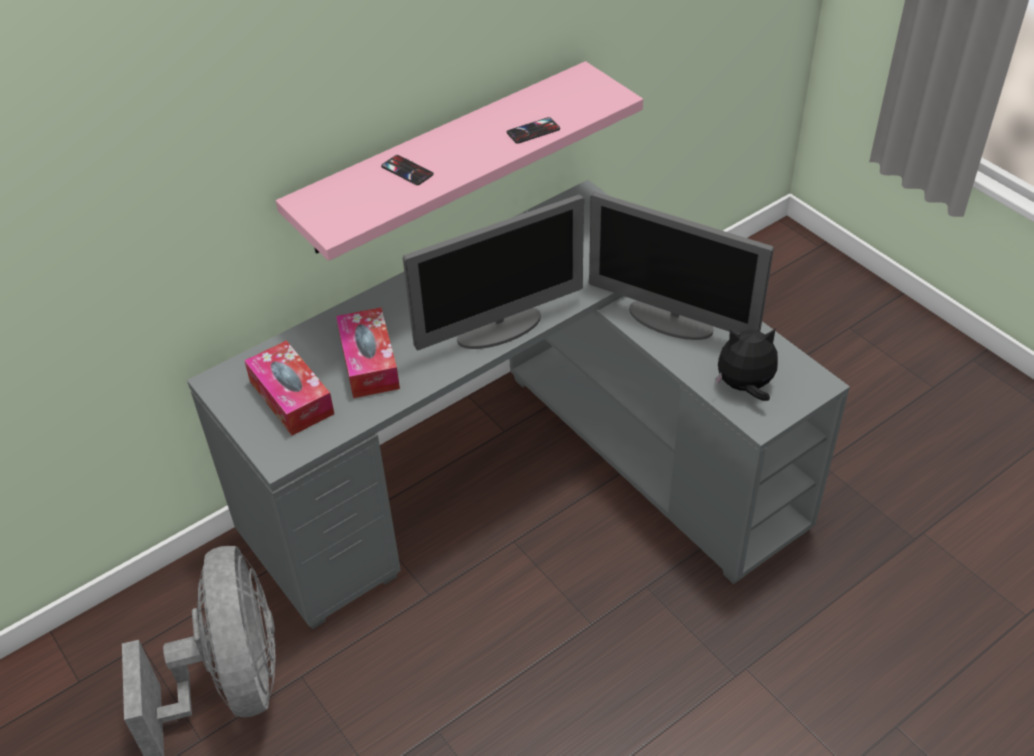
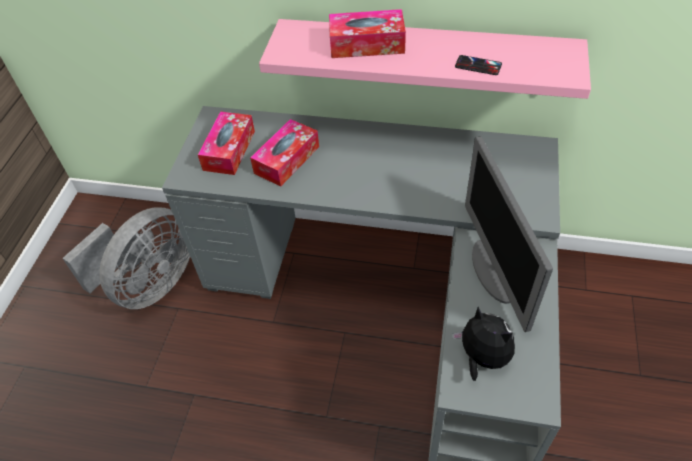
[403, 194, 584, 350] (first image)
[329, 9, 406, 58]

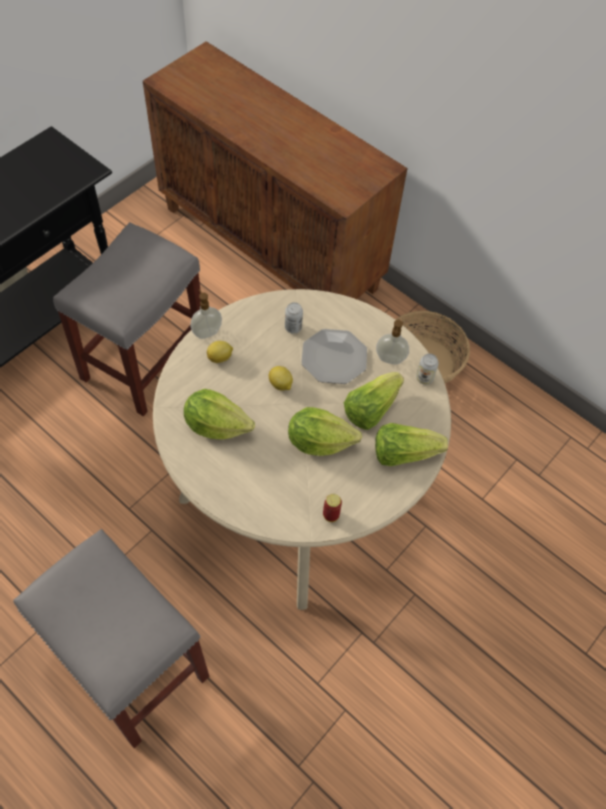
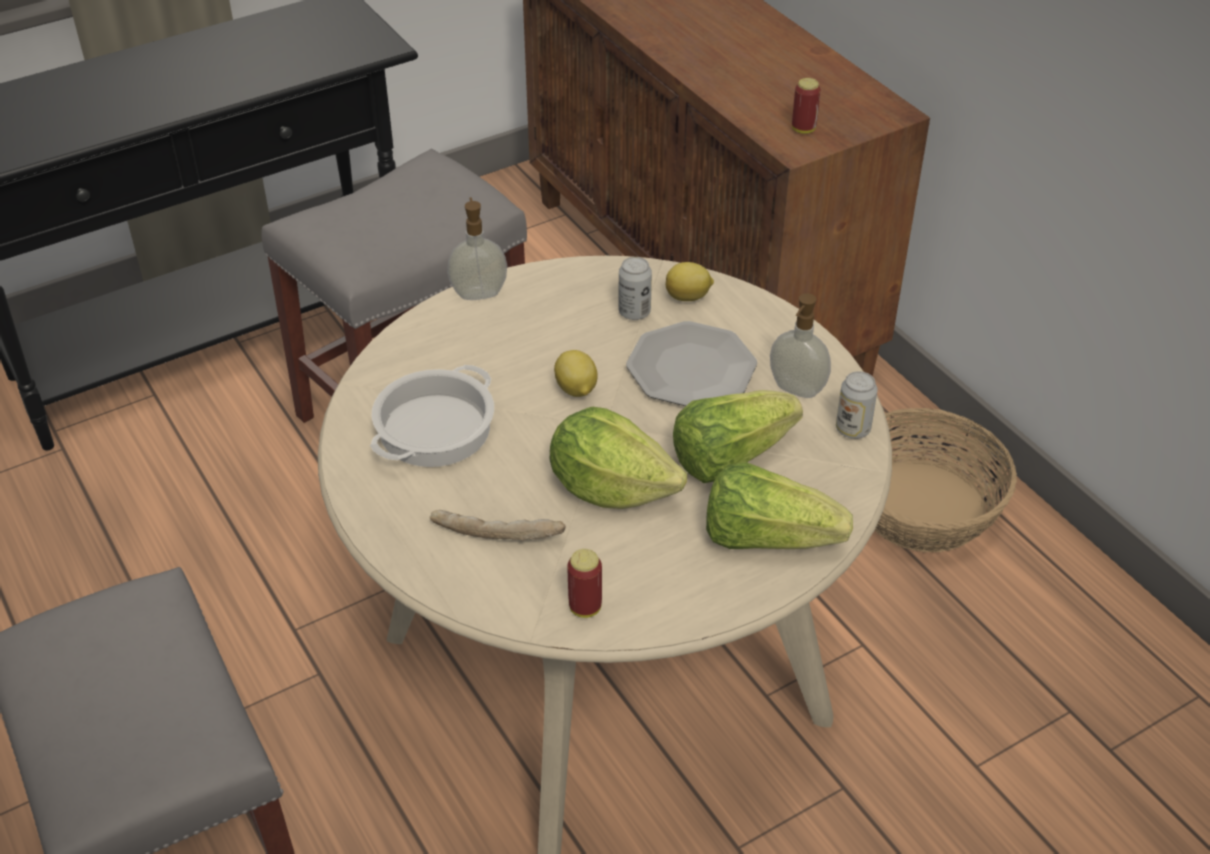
[430, 510, 565, 541]
[792, 78, 821, 134]
[666, 262, 714, 301]
[370, 365, 494, 467]

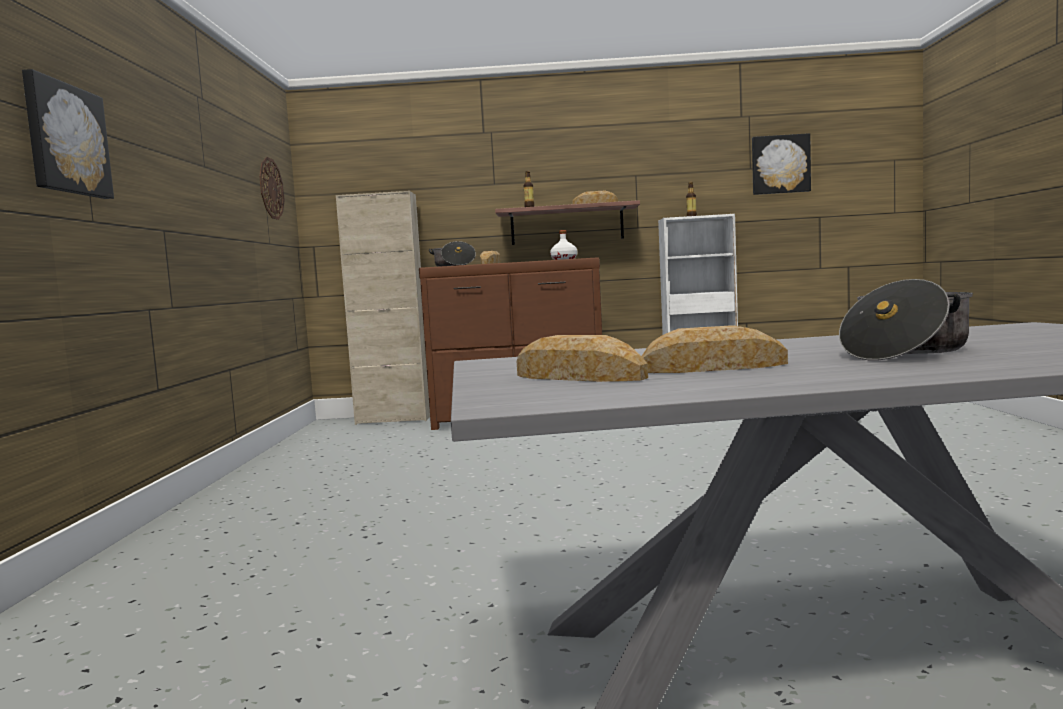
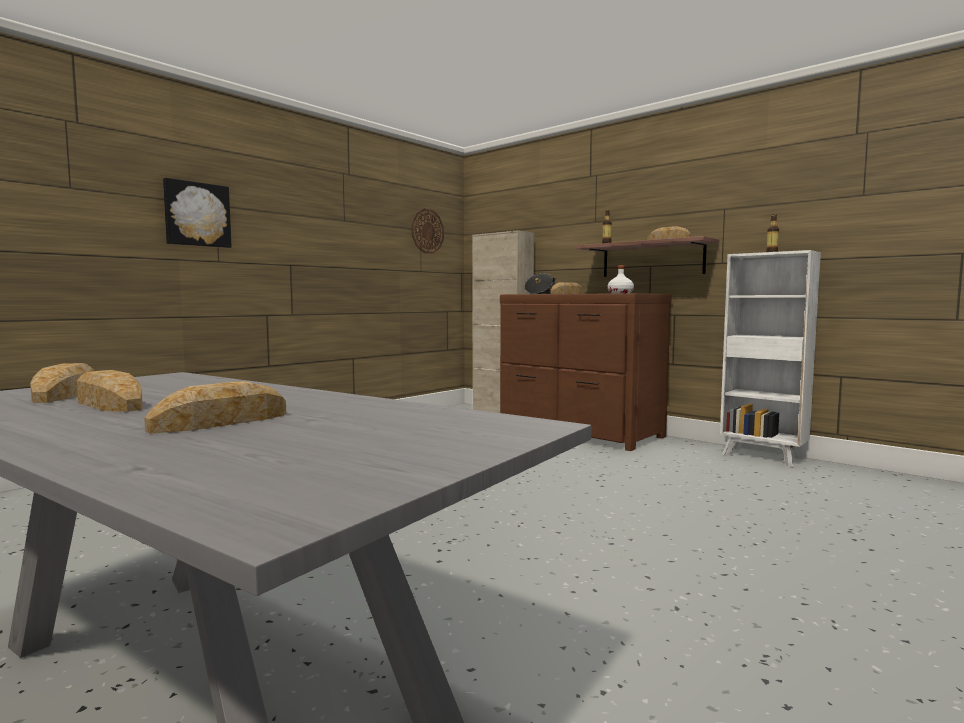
[752, 133, 811, 195] (first image)
[144, 381, 286, 434]

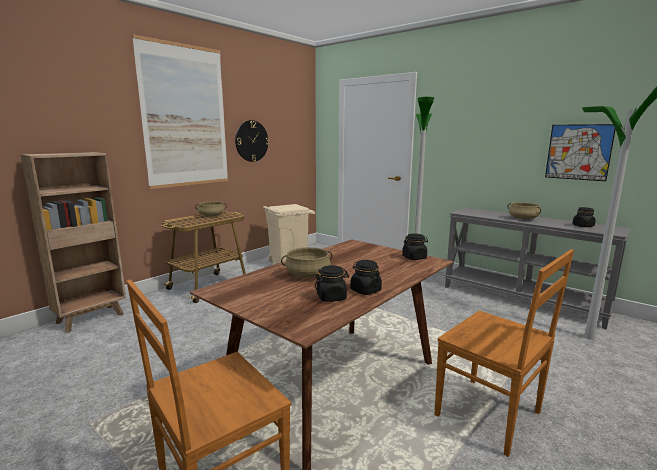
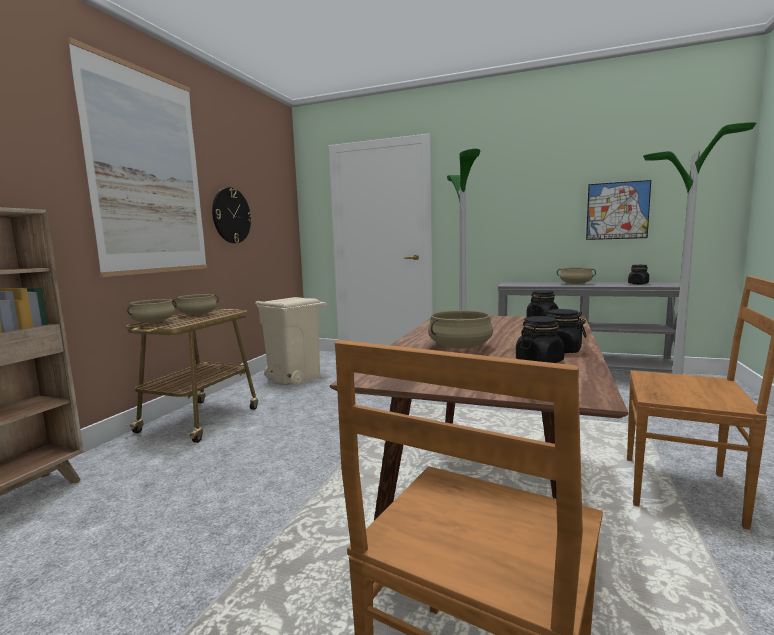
[127, 299, 176, 323]

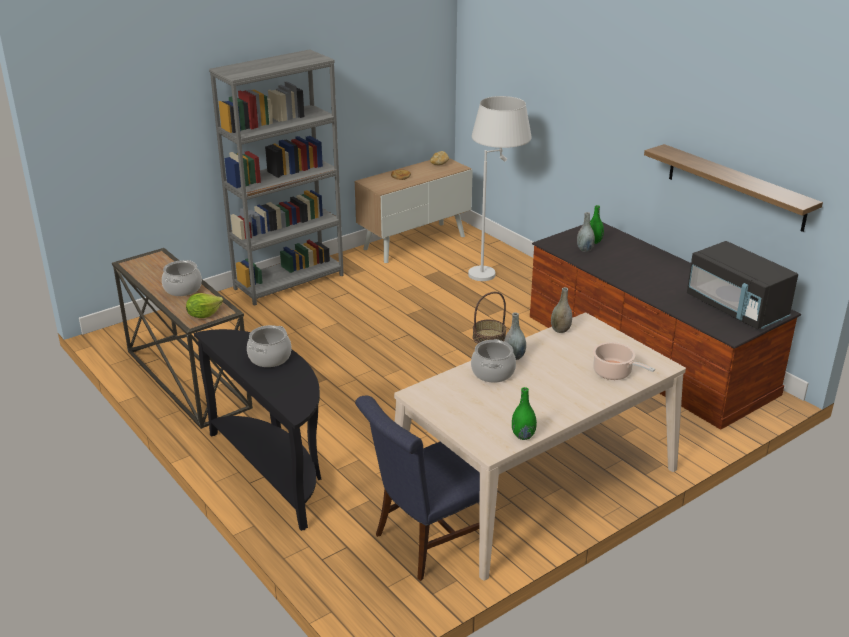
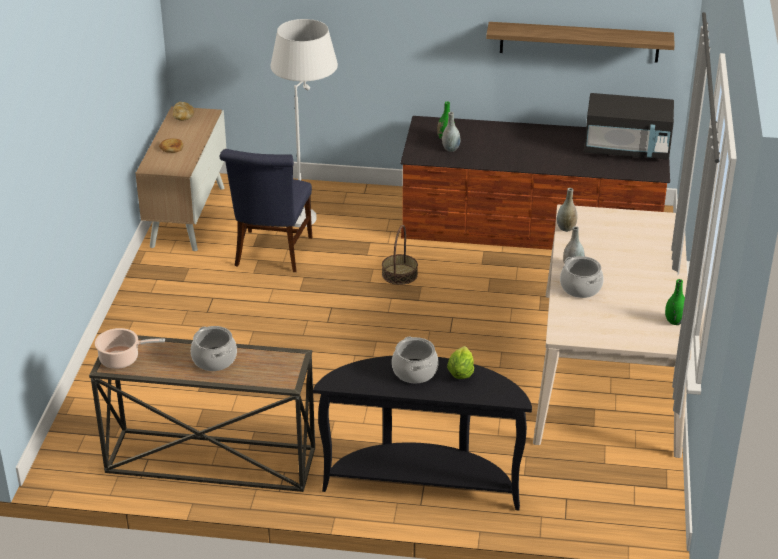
[209, 50, 344, 306] (first image)
[447, 346, 474, 379]
[220, 149, 312, 272]
[95, 328, 165, 369]

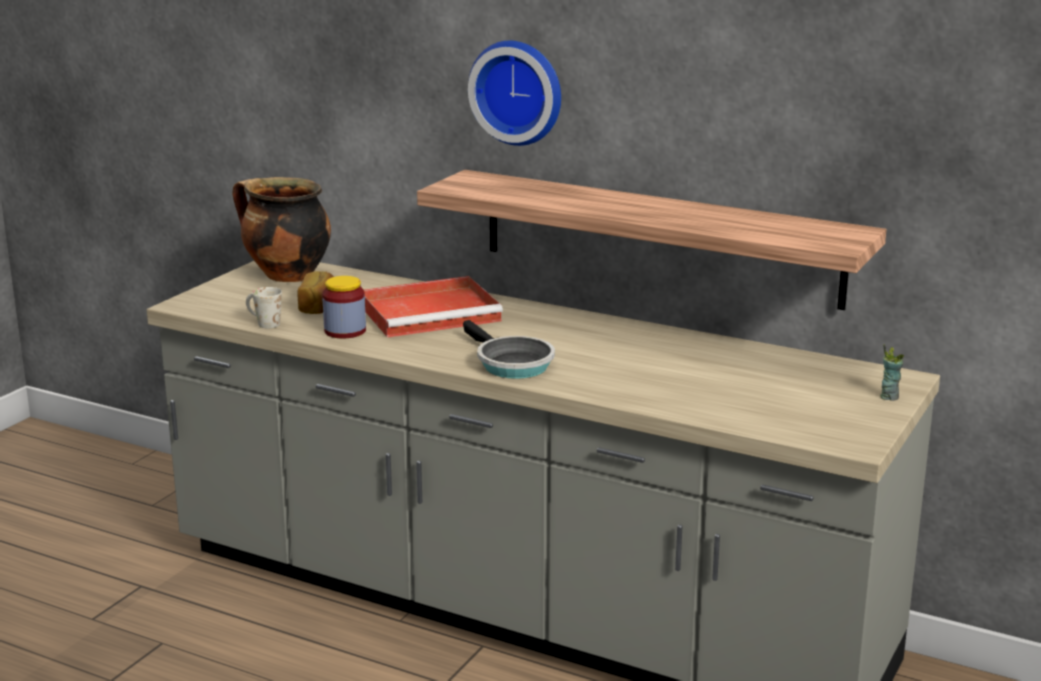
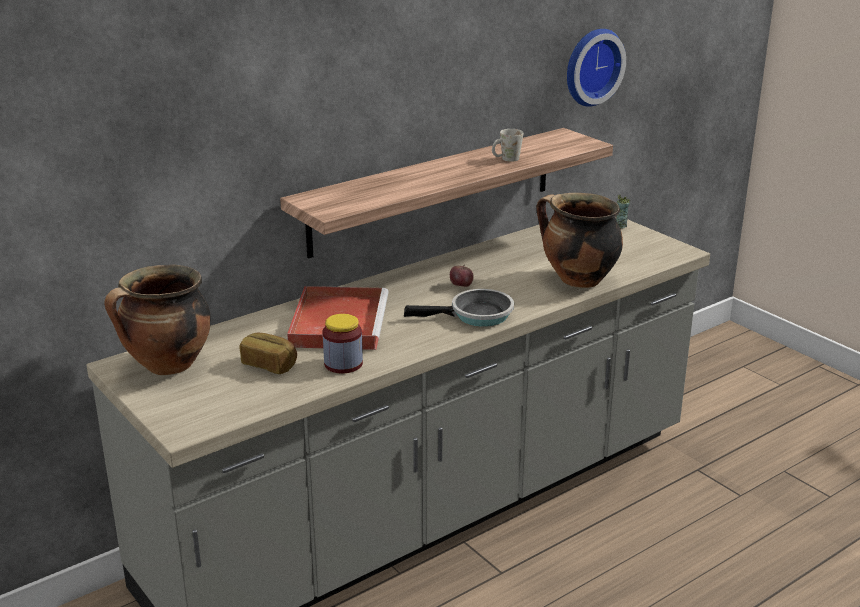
[450, 264, 474, 287]
[537, 193, 623, 288]
[492, 129, 523, 162]
[567, 29, 626, 107]

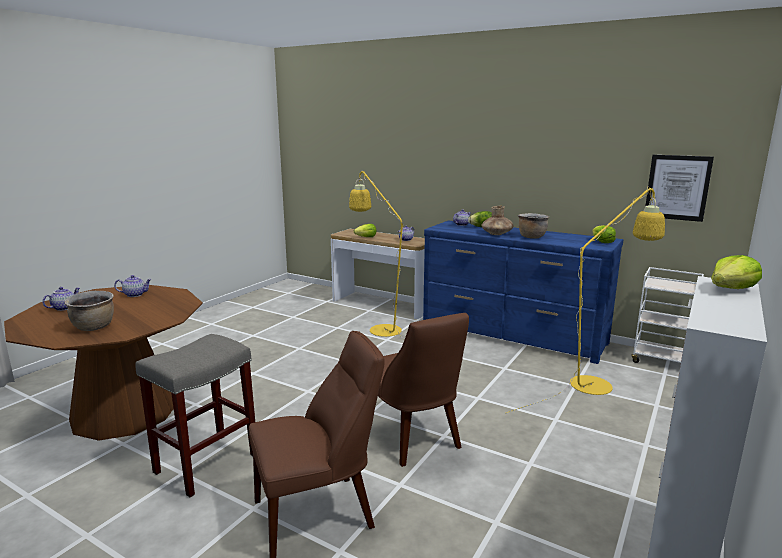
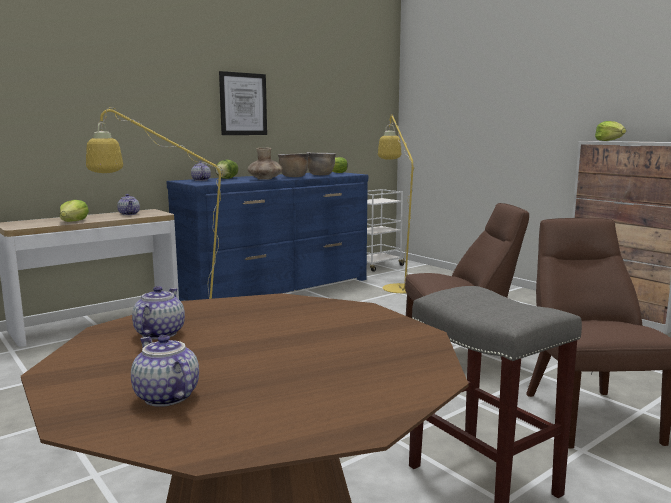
[306, 152, 336, 175]
[219, 71, 267, 135]

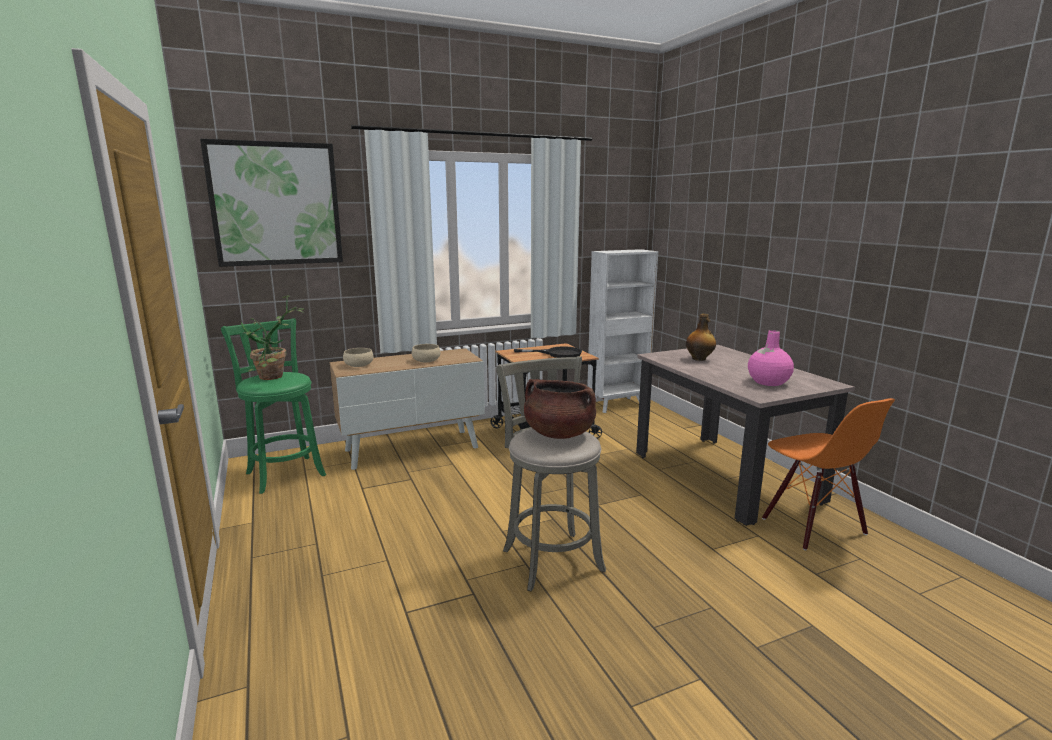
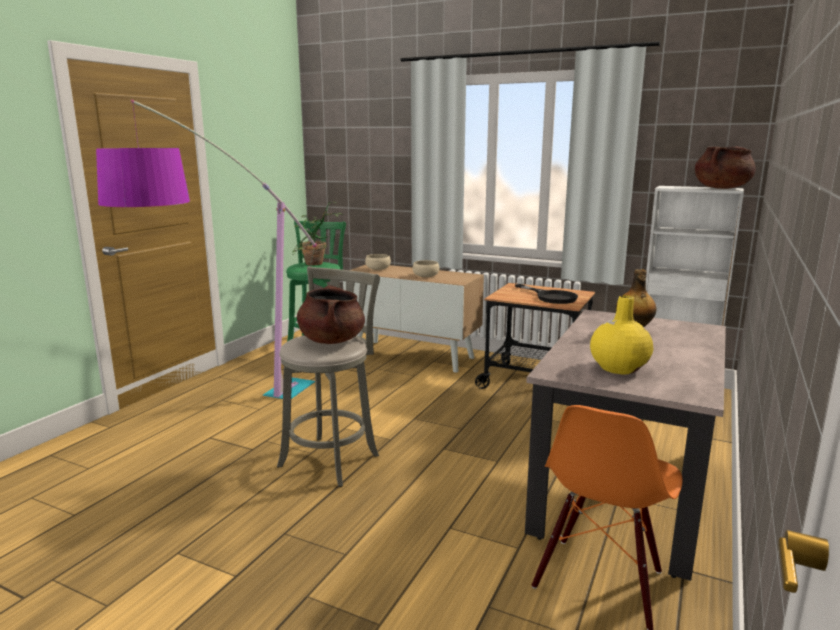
[200, 139, 343, 267] (first image)
[96, 100, 317, 399]
[695, 146, 756, 189]
[590, 295, 653, 375]

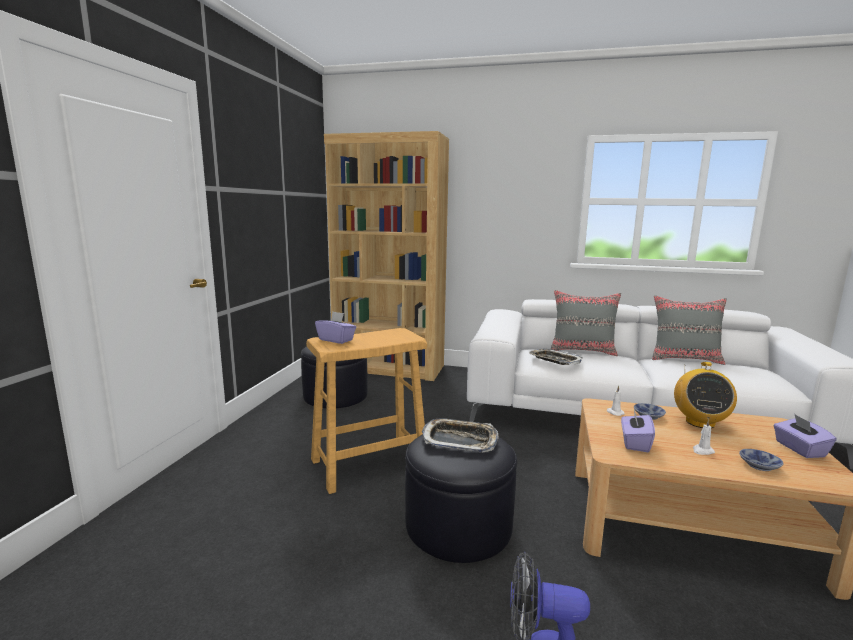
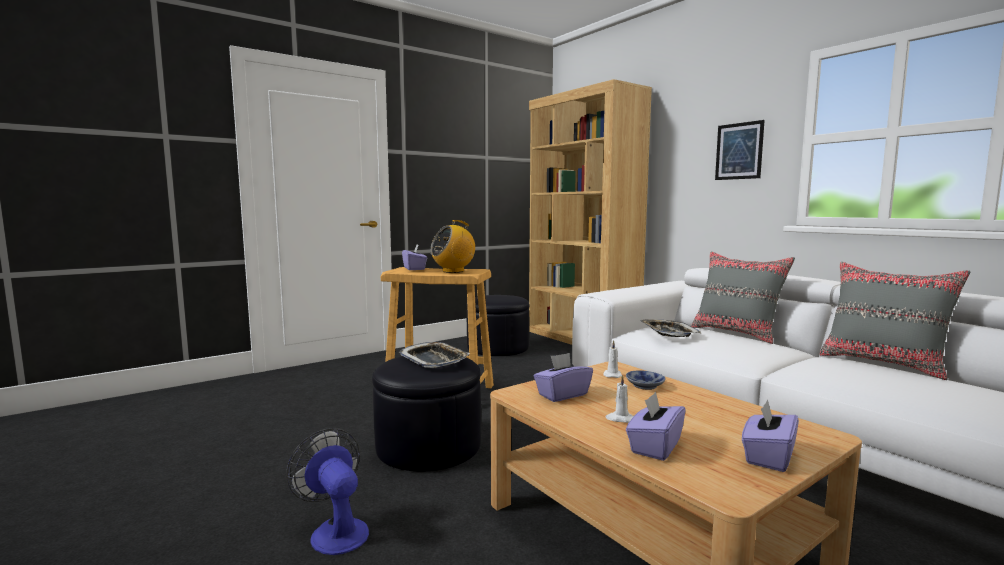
[715, 120, 765, 180]
[430, 220, 475, 273]
[626, 392, 686, 461]

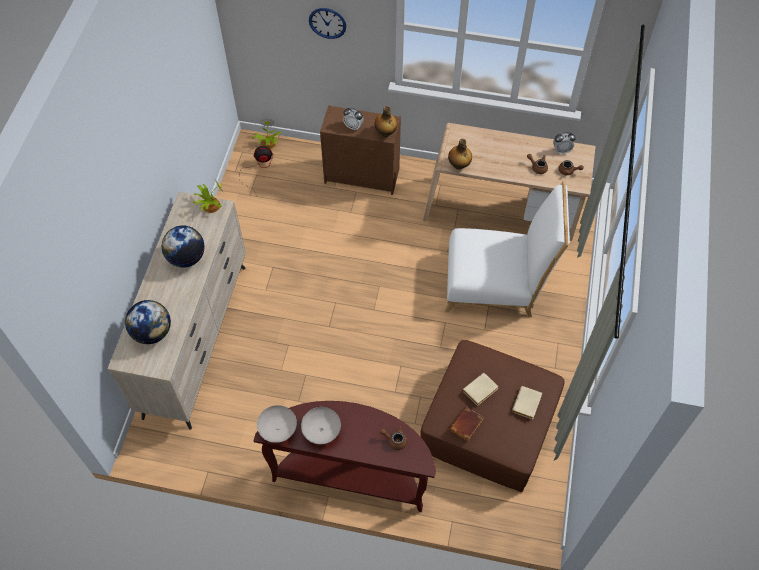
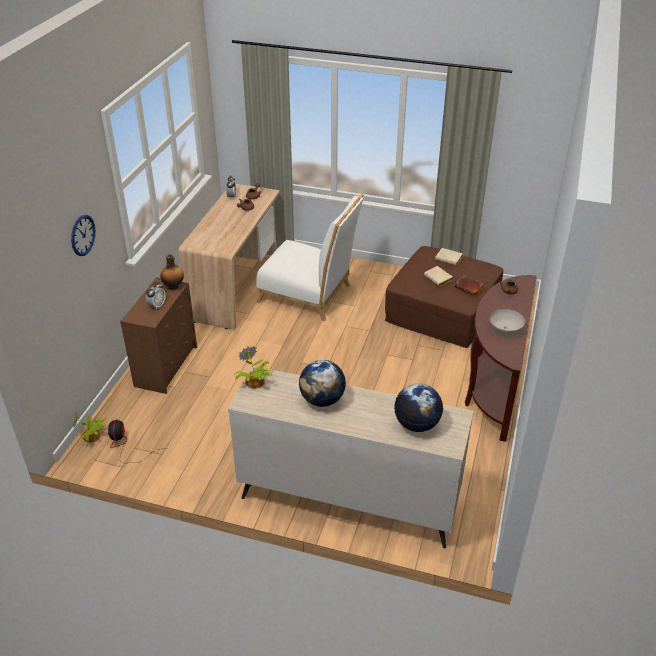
[257, 405, 297, 443] (first image)
[448, 139, 472, 170] (first image)
[256, 194, 363, 321]

